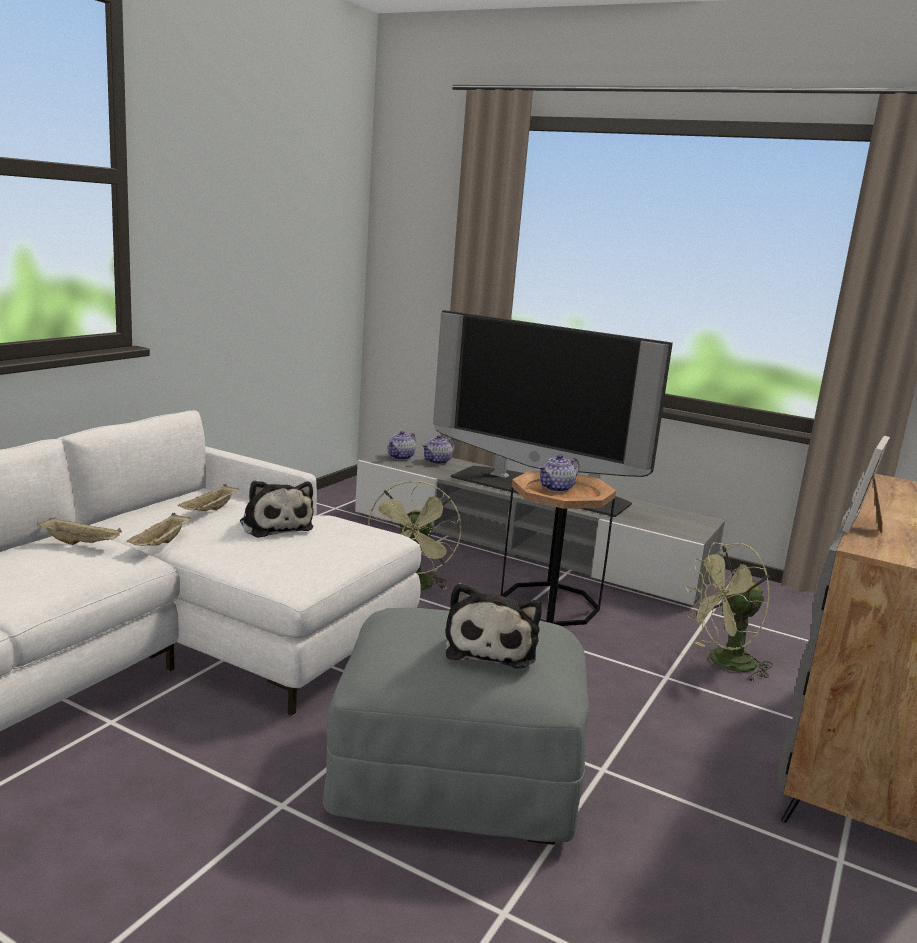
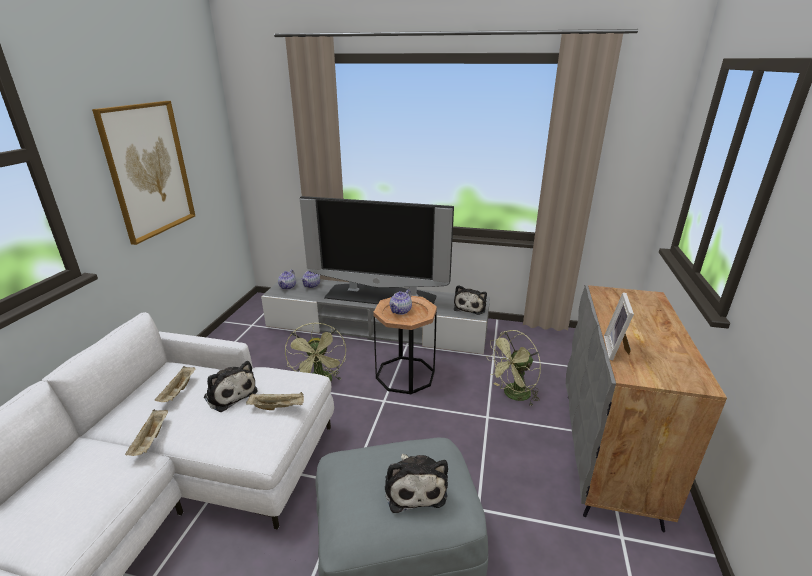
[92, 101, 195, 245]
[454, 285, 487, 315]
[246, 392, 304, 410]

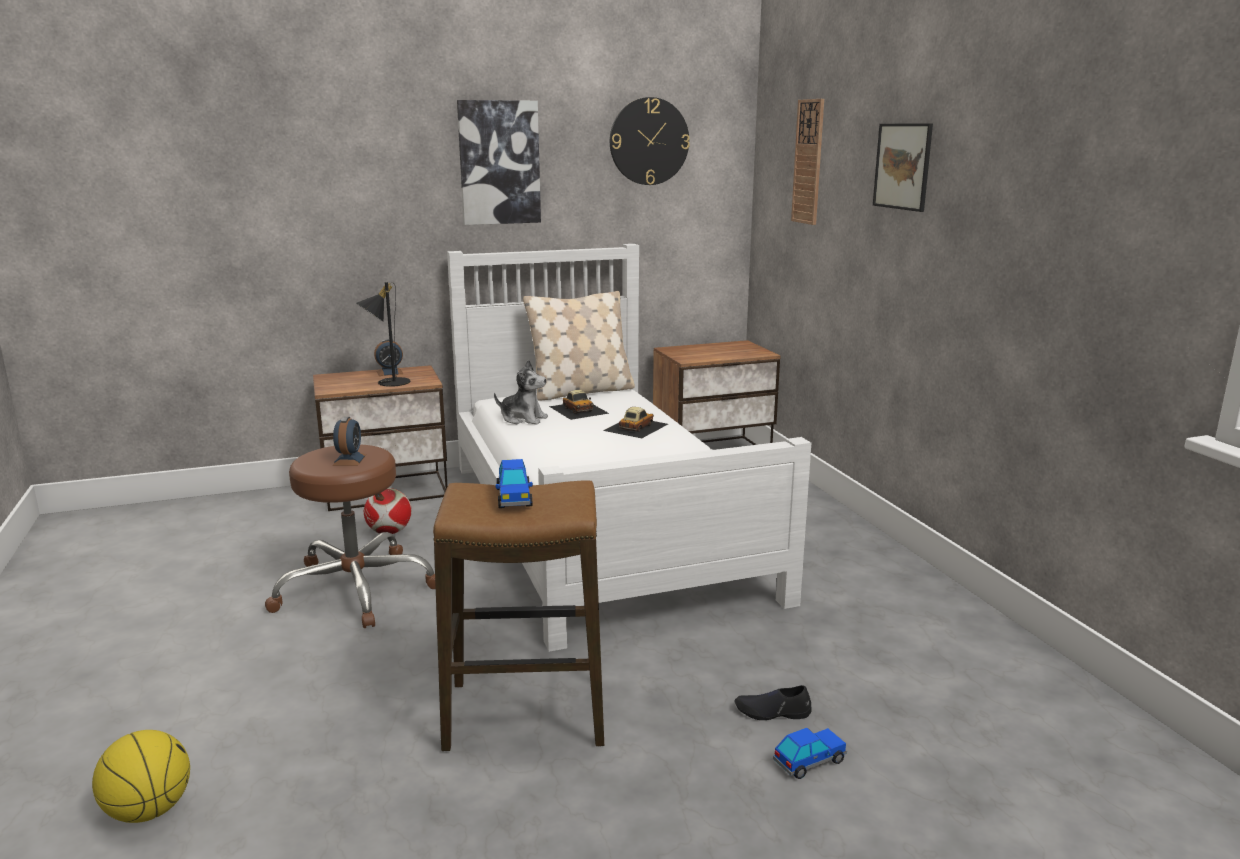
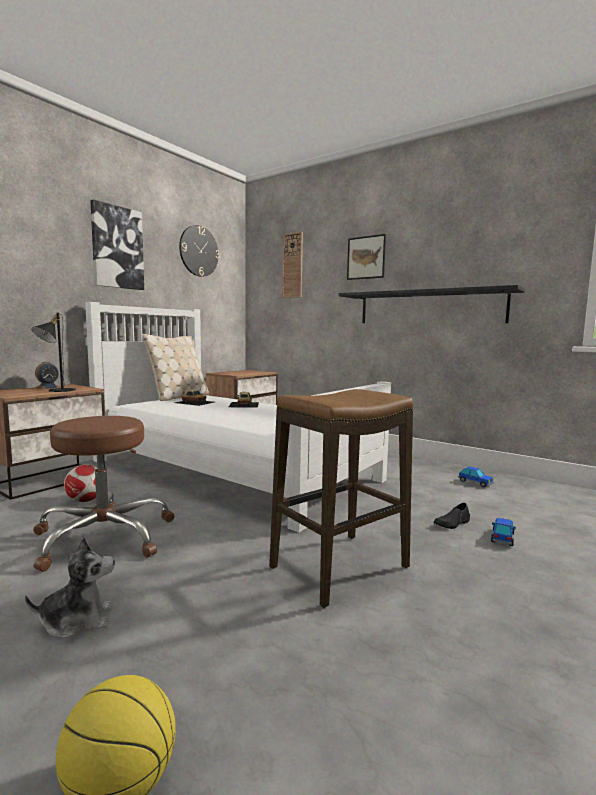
[333, 417, 366, 466] (first image)
[339, 285, 525, 323]
[25, 537, 115, 638]
[458, 466, 494, 487]

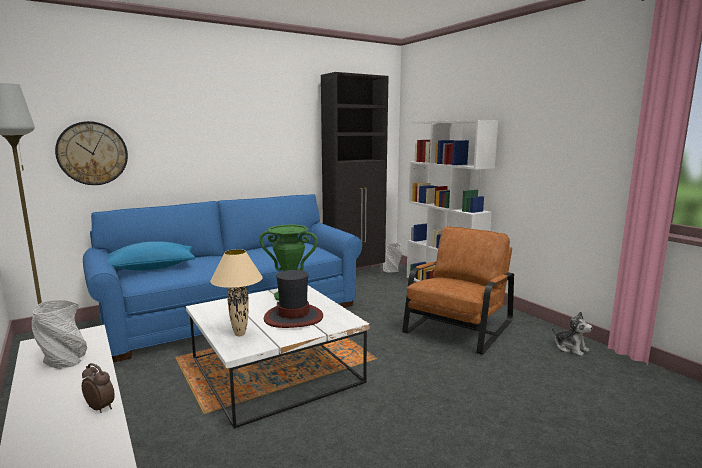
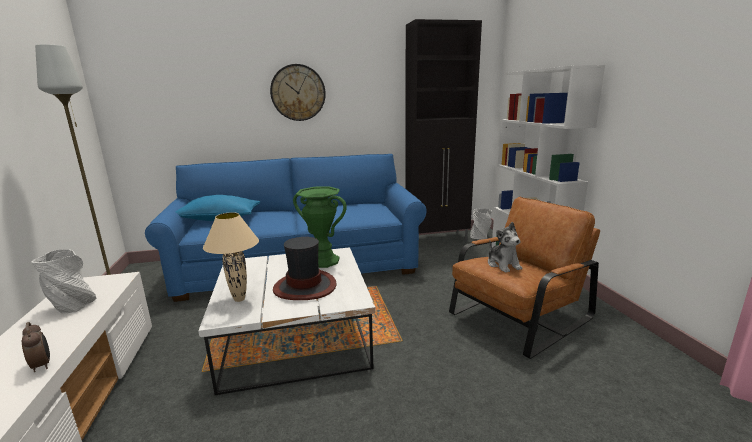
[270, 64, 326, 121]
[488, 222, 522, 272]

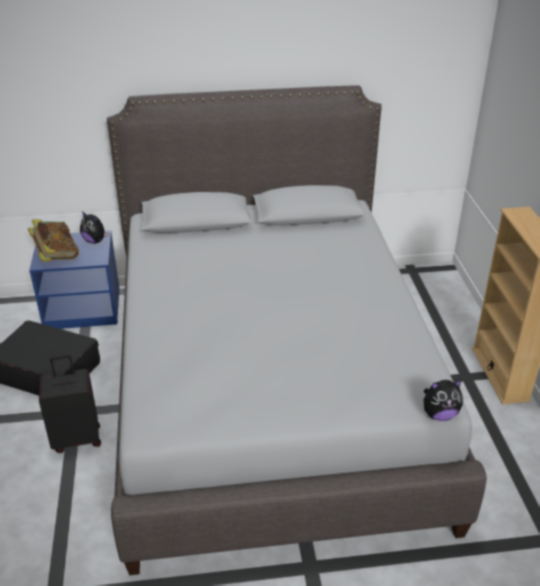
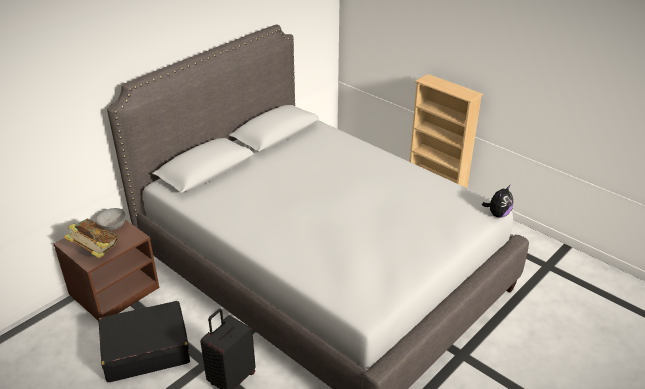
[96, 208, 126, 230]
[53, 220, 159, 320]

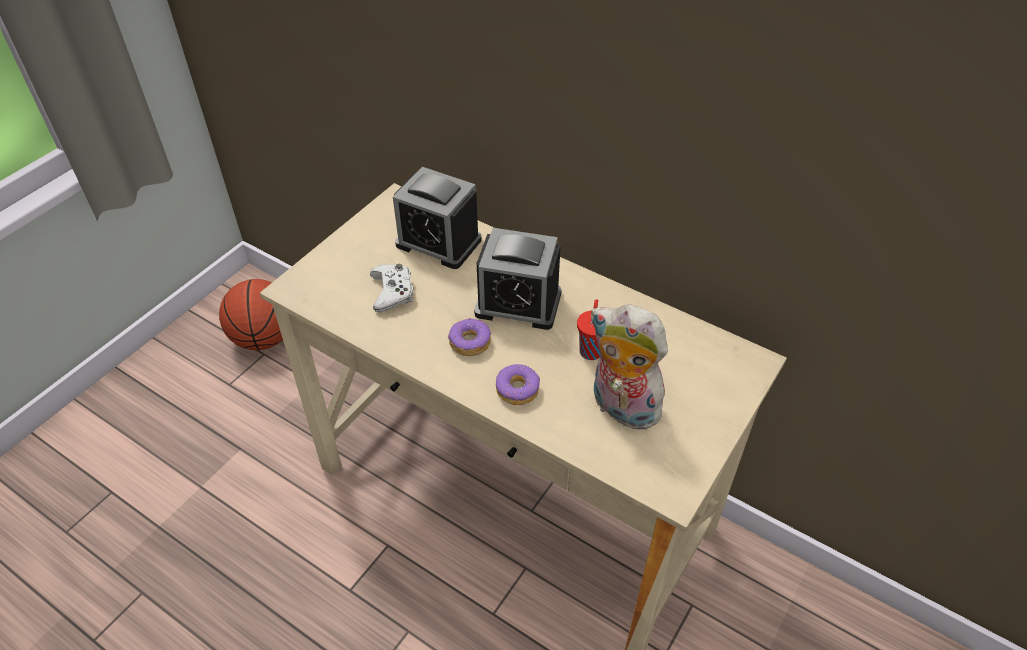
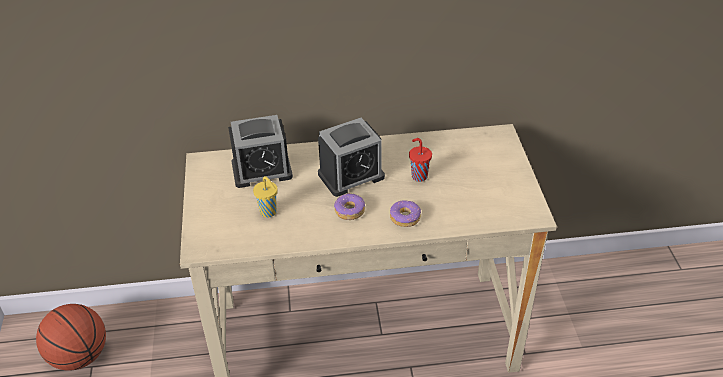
[590, 304, 668, 430] (first image)
[253, 176, 278, 218]

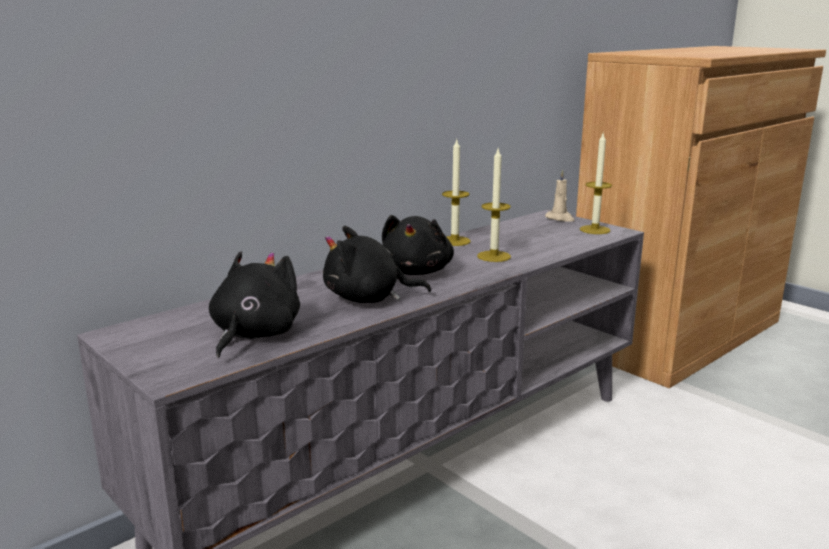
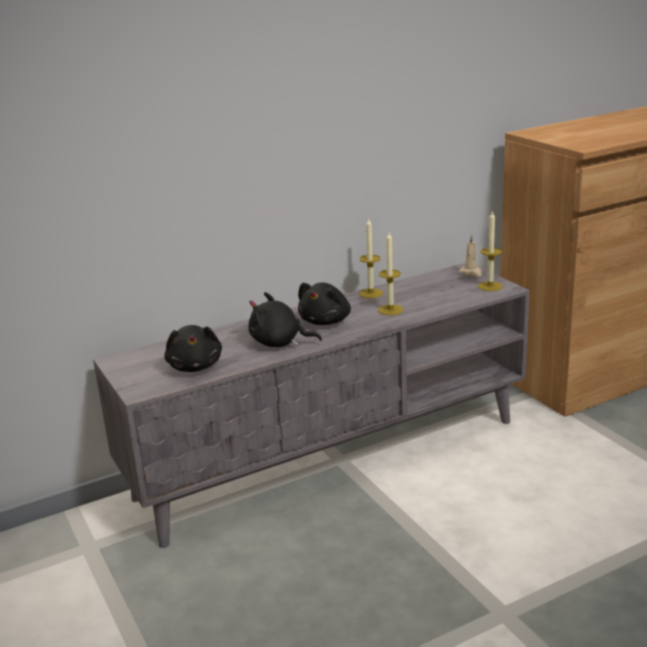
[164, 325, 222, 372]

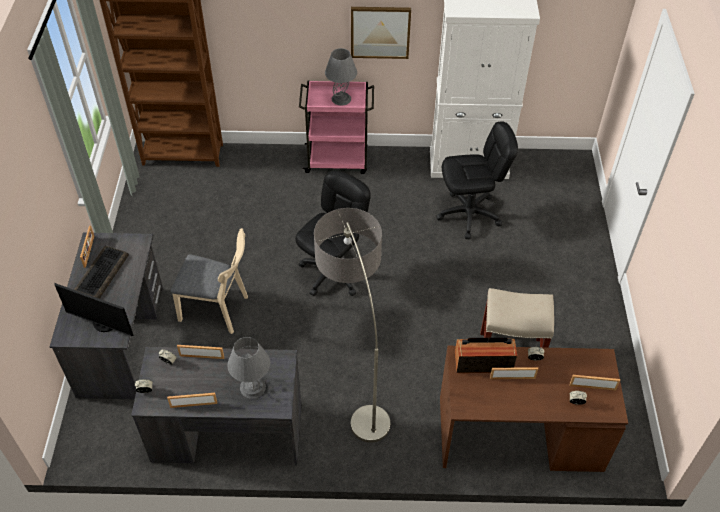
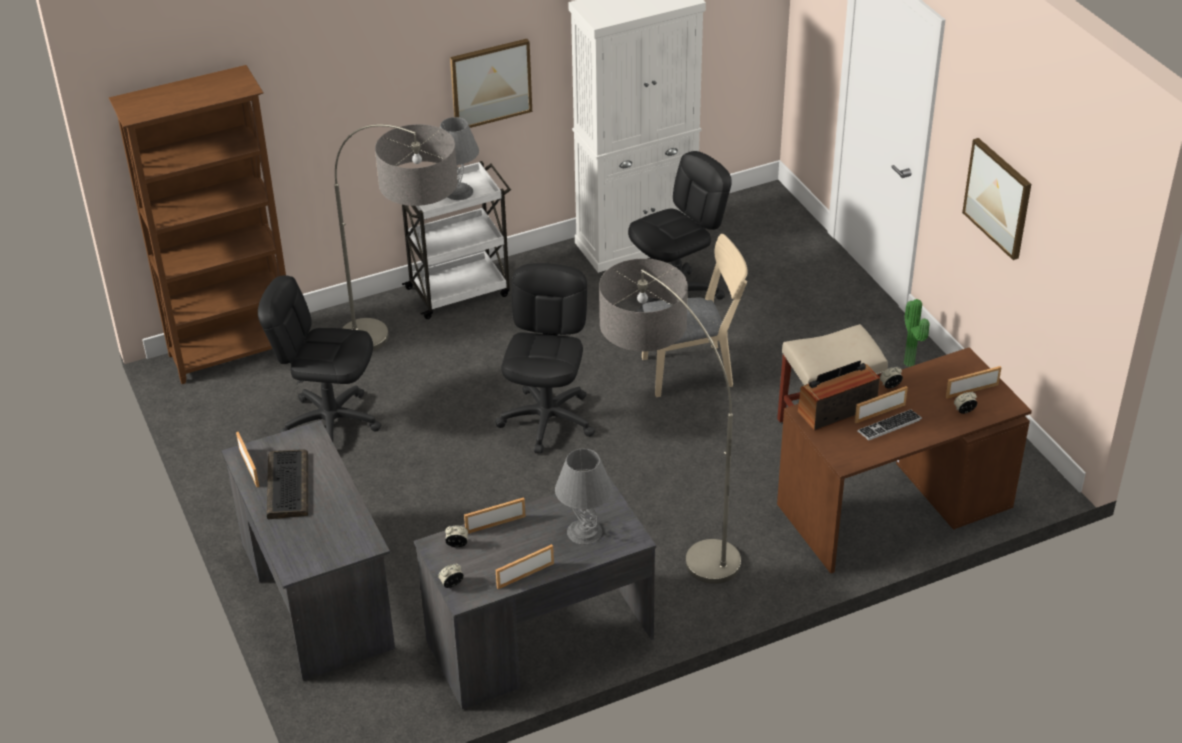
[55, 283, 134, 336] (first image)
[258, 275, 381, 442]
[334, 124, 458, 351]
[857, 409, 922, 441]
[904, 299, 930, 367]
[962, 138, 1031, 260]
[642, 234, 748, 397]
[402, 161, 511, 319]

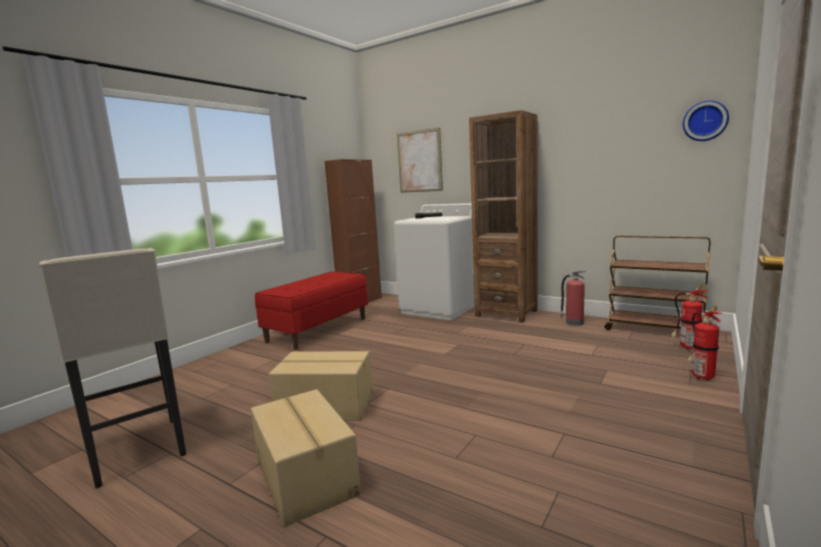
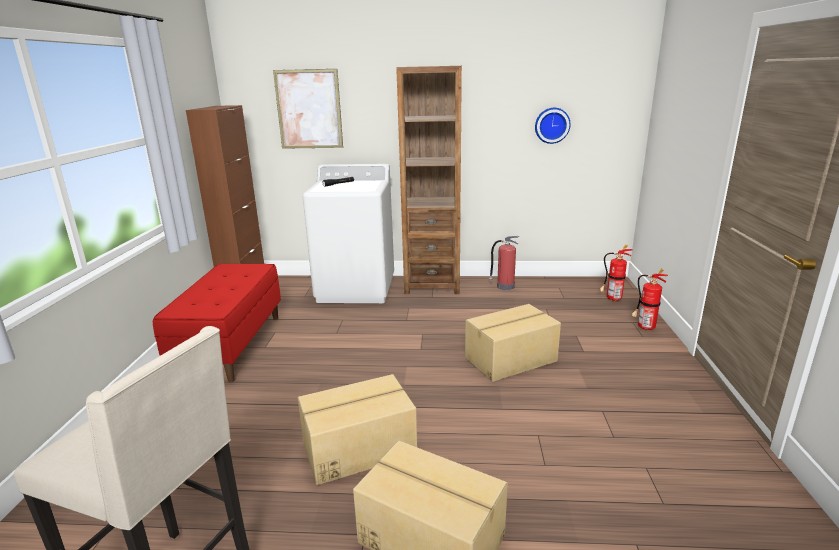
[605, 236, 710, 330] (first image)
[465, 304, 561, 382]
[535, 108, 570, 144]

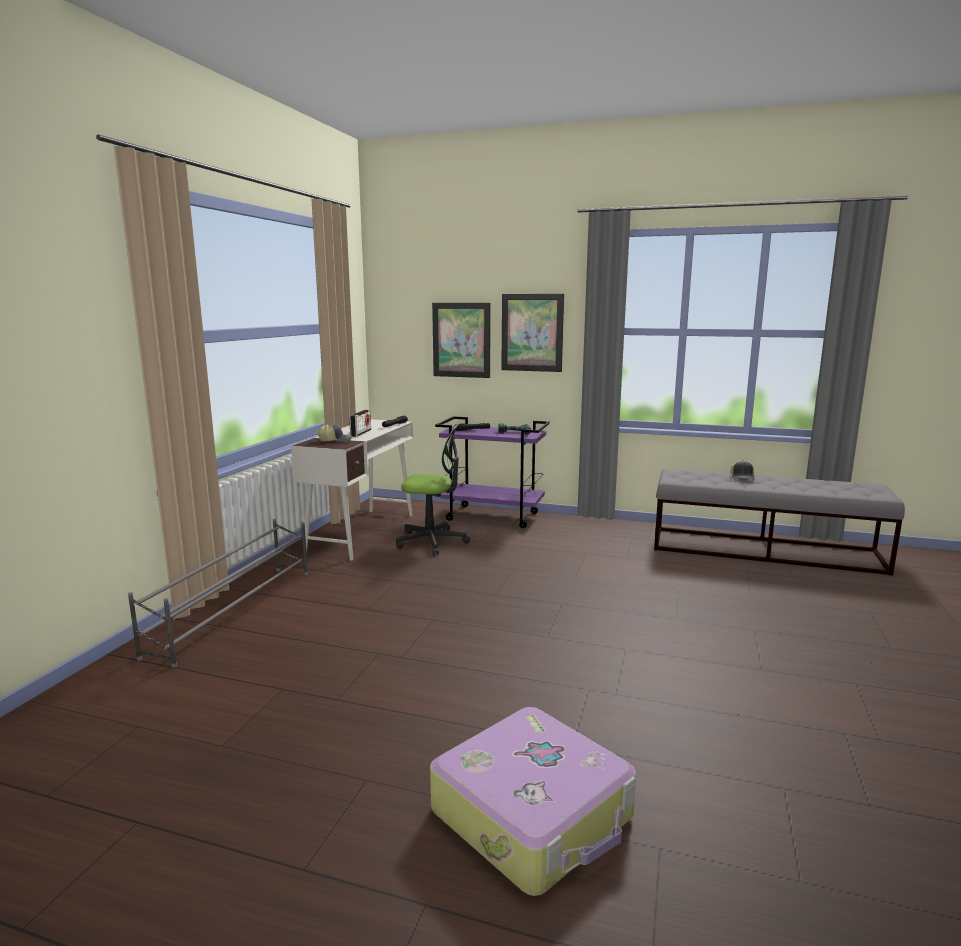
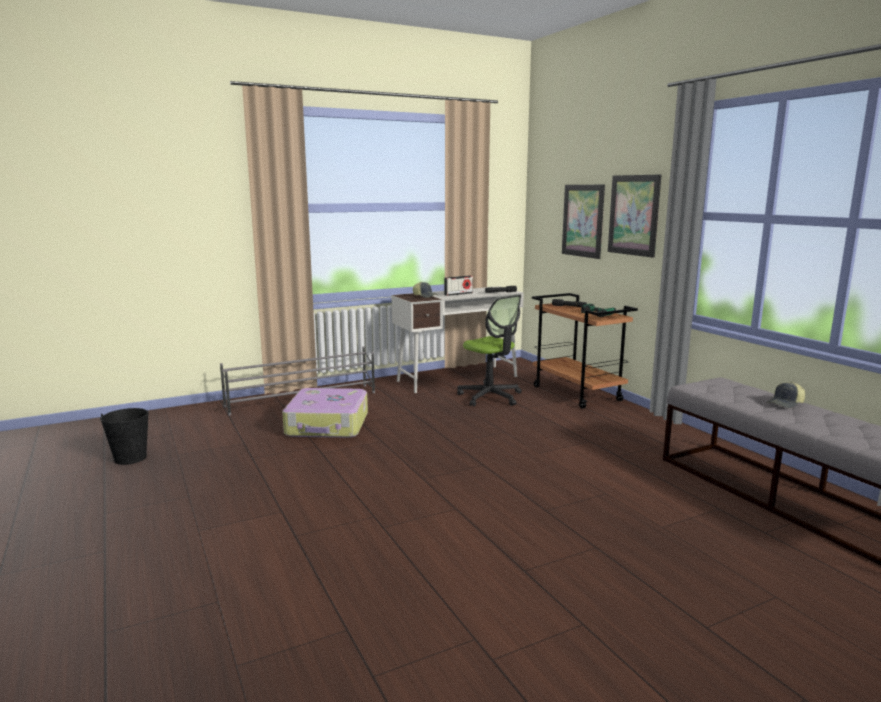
[100, 408, 149, 465]
[282, 388, 368, 438]
[532, 293, 638, 409]

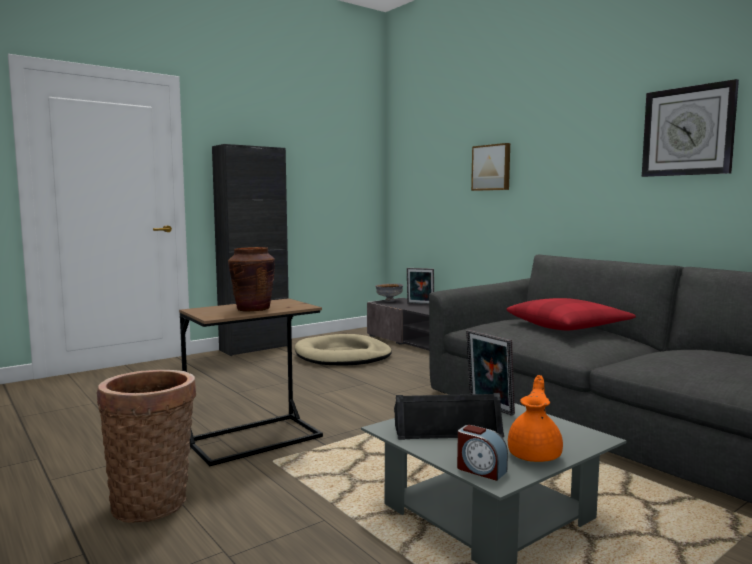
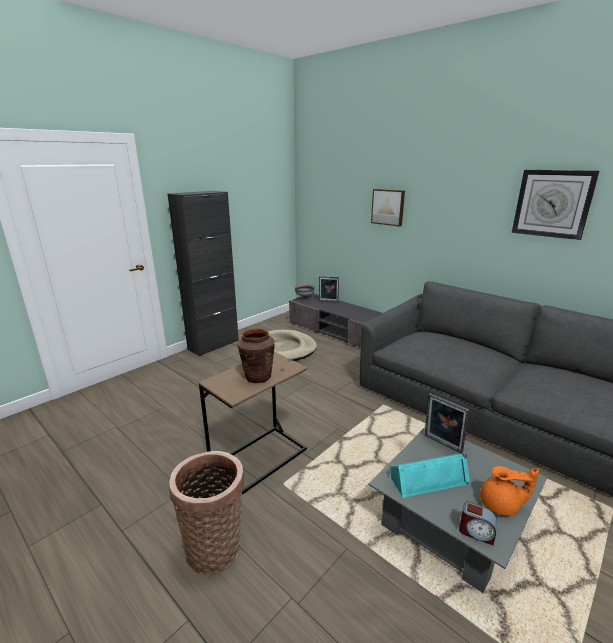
[507, 298, 636, 330] (first image)
[390, 453, 470, 498]
[480, 466, 539, 516]

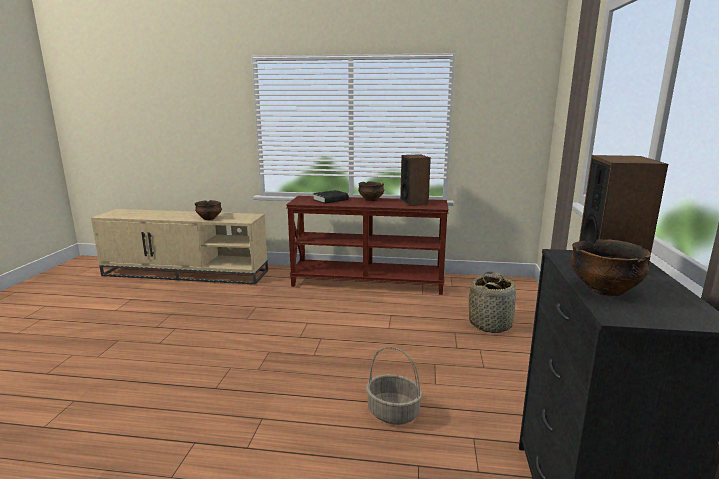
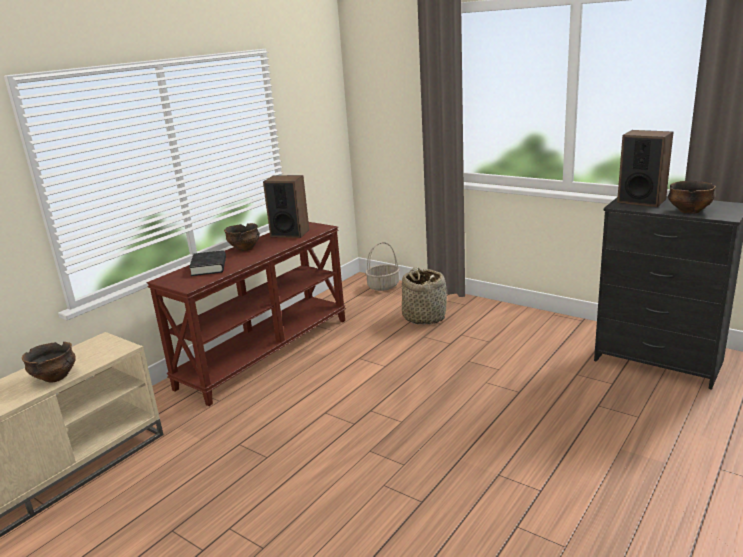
[365, 242, 400, 291]

